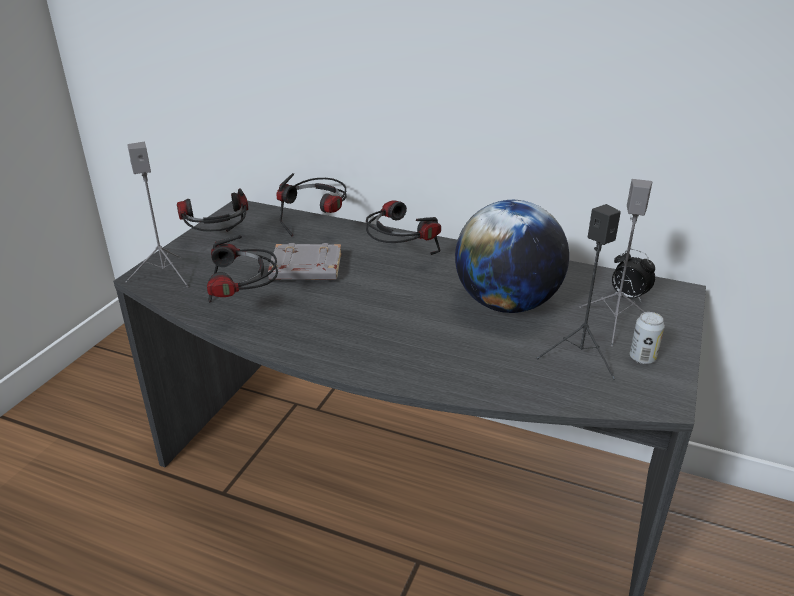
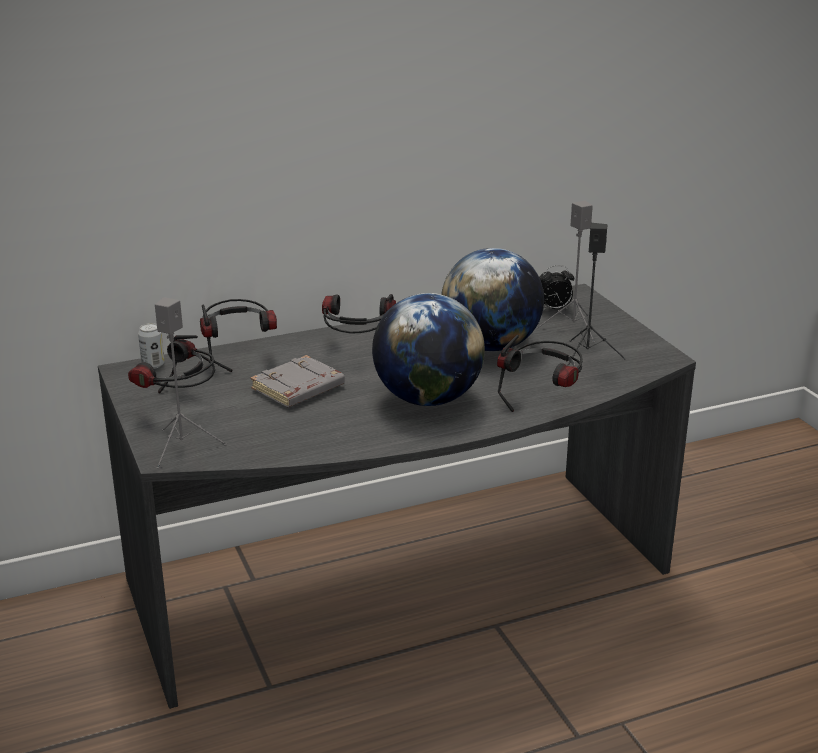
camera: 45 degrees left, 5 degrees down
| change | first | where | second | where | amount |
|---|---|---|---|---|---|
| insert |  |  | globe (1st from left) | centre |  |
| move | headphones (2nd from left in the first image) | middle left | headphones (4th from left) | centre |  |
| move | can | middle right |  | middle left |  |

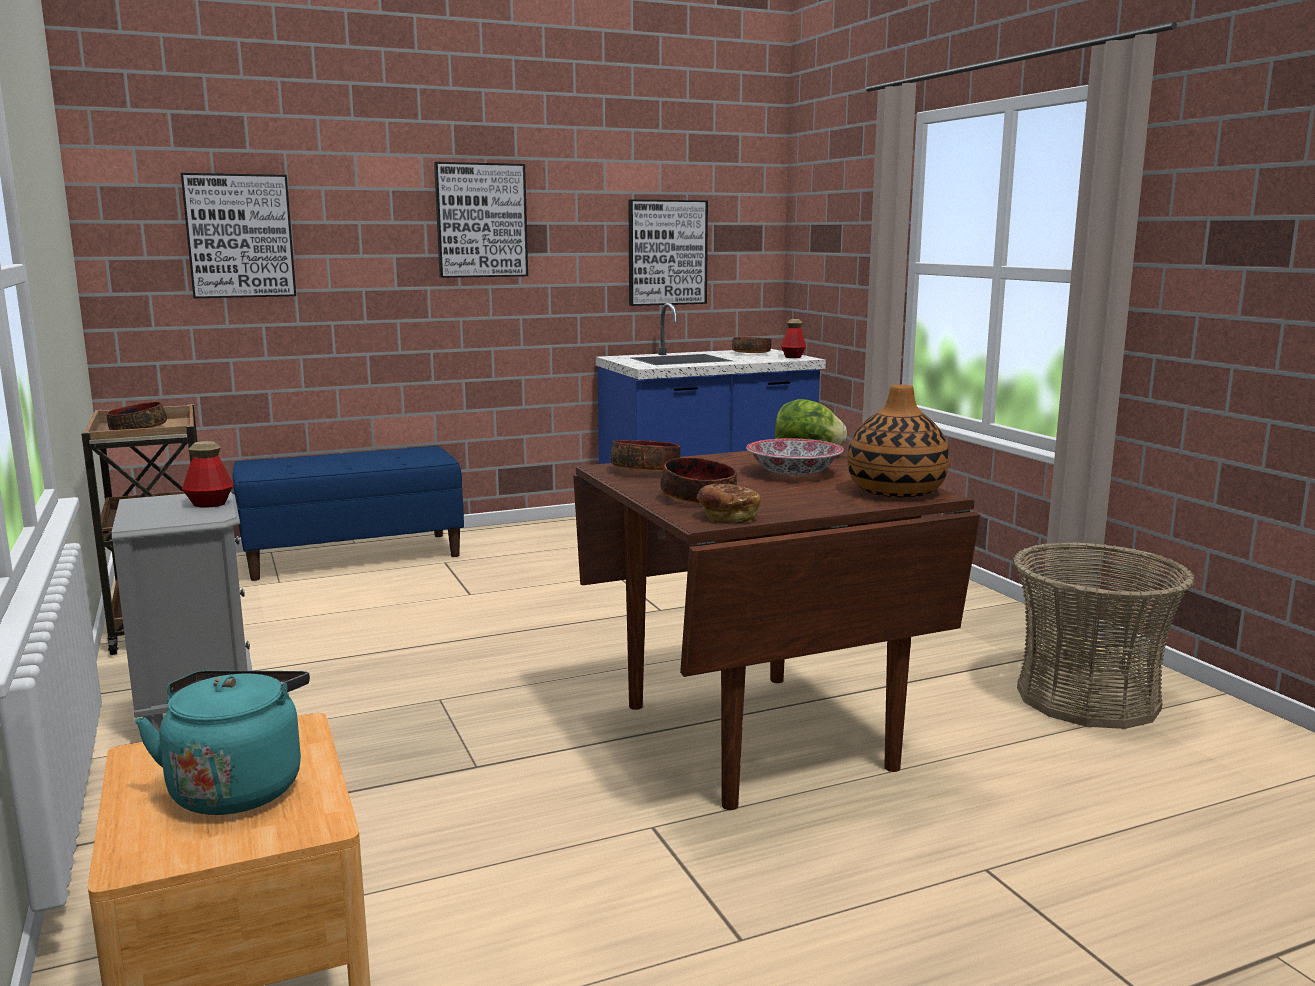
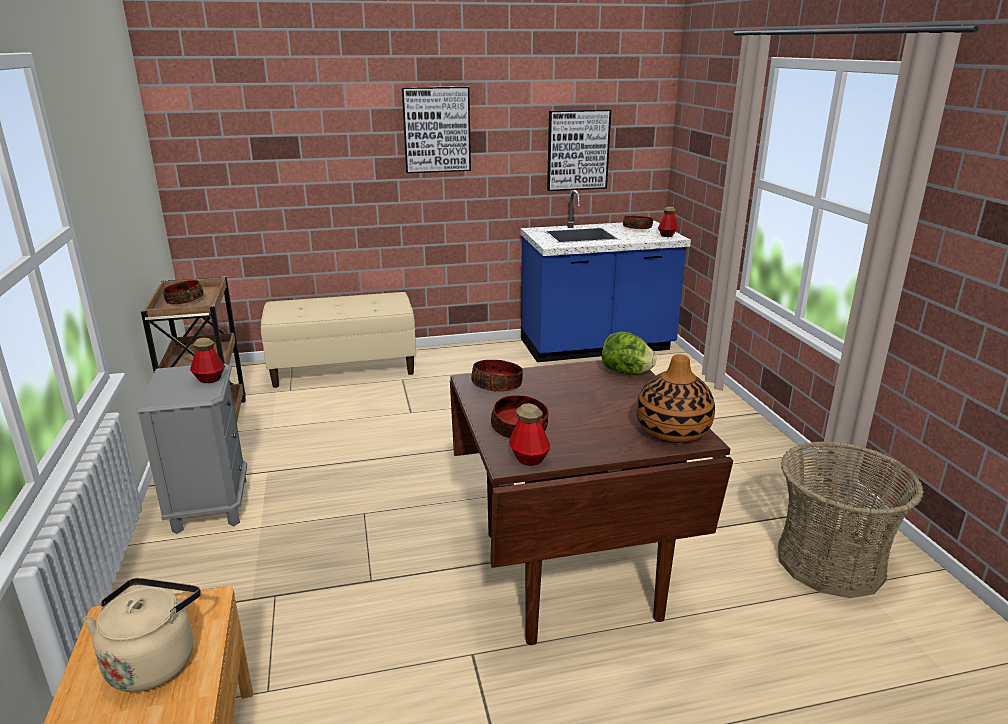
camera: 10 degrees right, 10 degrees up
| change | first | where | second | where | amount |
|---|---|---|---|---|---|
| delete | picture (1st from left) | top left |  |  |  |
| delete | bowl (5th from left) | centre |  |  |  |
| replace | bread | centre | bottle (2nd from left) | centre |  |
| recolor | kettle (turquoise) | bottom left | kettle (beige) | bottom left |  |
| recolor | bench (blue) | middle left | bench (beige) | centre |  |

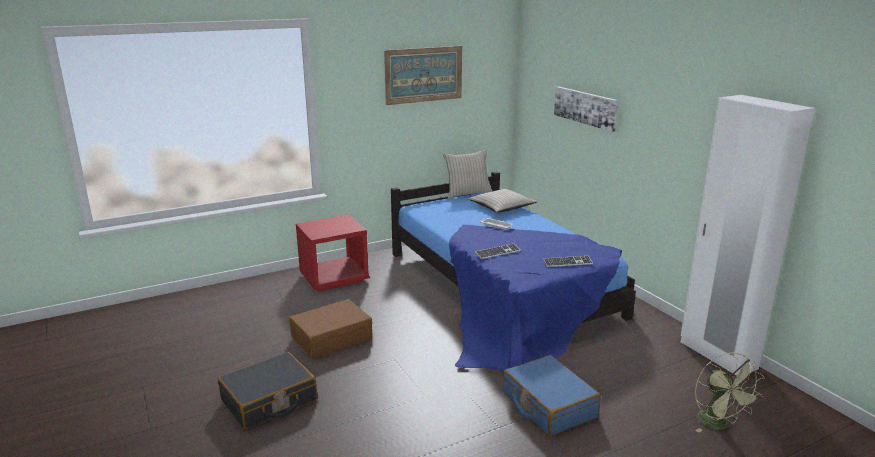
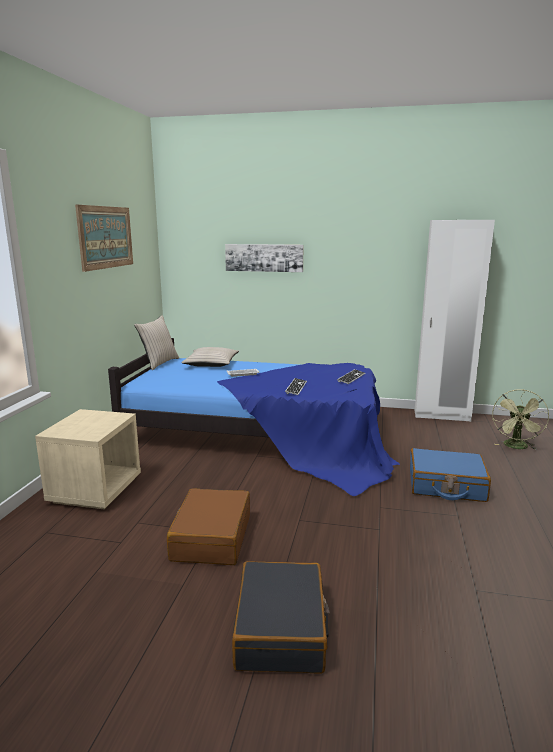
camera: 50 degrees left, 5 degrees down
| change | first | where | second | where | amount |
|---|---|---|---|---|---|
| recolor | nightstand (red) | centre | nightstand (beige) | middle left |  |
| rotate | fan (green) | bottom right |  | middle right | 90 degrees clockwise |

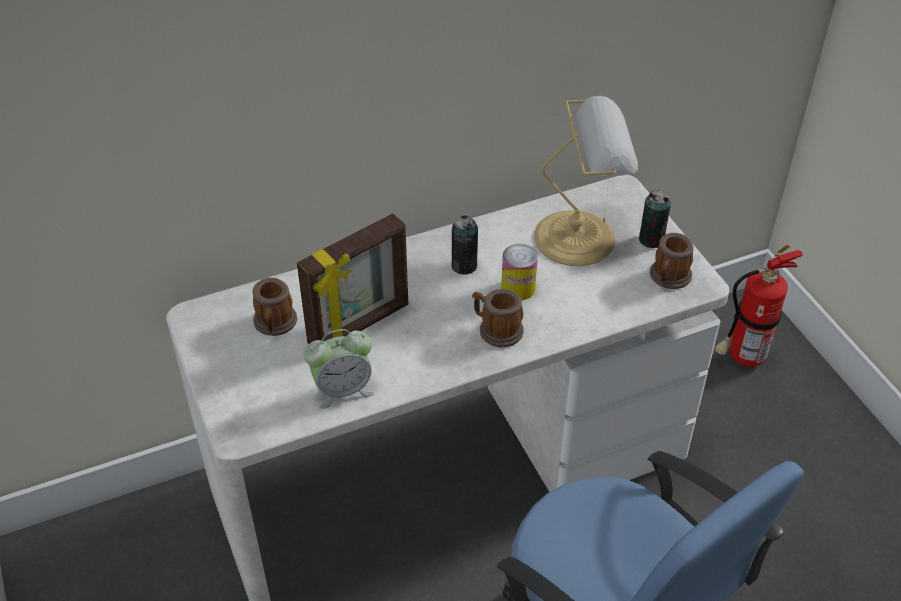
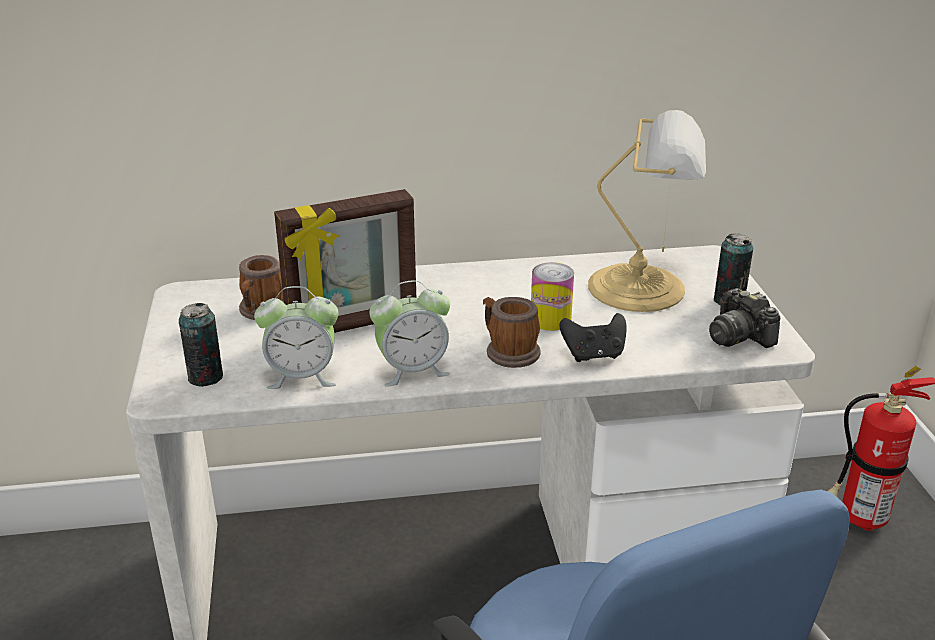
camera: 15 degrees right, 15 degrees down
| change | first | where | second | where | amount |
|---|---|---|---|---|---|
| insert |  |  | alarm clock (2nd from left) | centre |  |
| insert |  |  | game controller (black) | centre |  |
| move | can (1st from left) | centre |  | middle left |  |
| replace | mug (3rd from left) | middle right | photo camera | middle right |  |

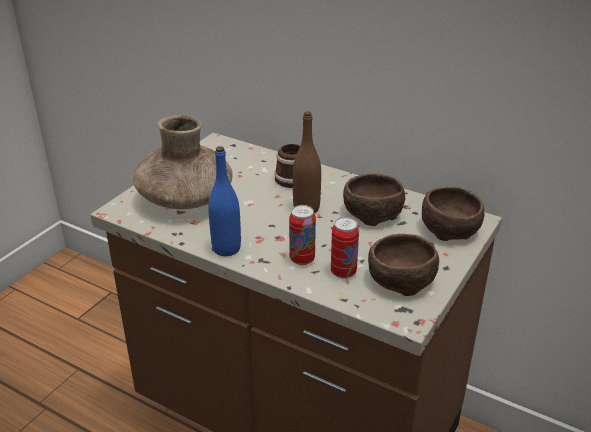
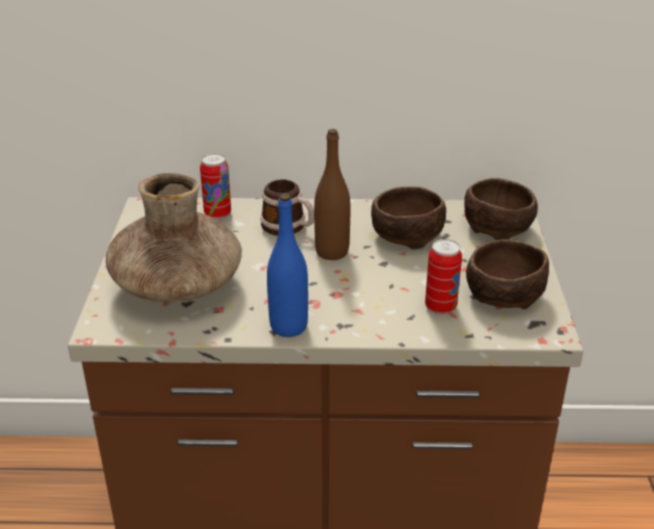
camera: 30 degrees left, 0 degrees up
| change | first | where | second | where | amount |
|---|---|---|---|---|---|
| move | can (1st from left) | centre |  | middle left |  |

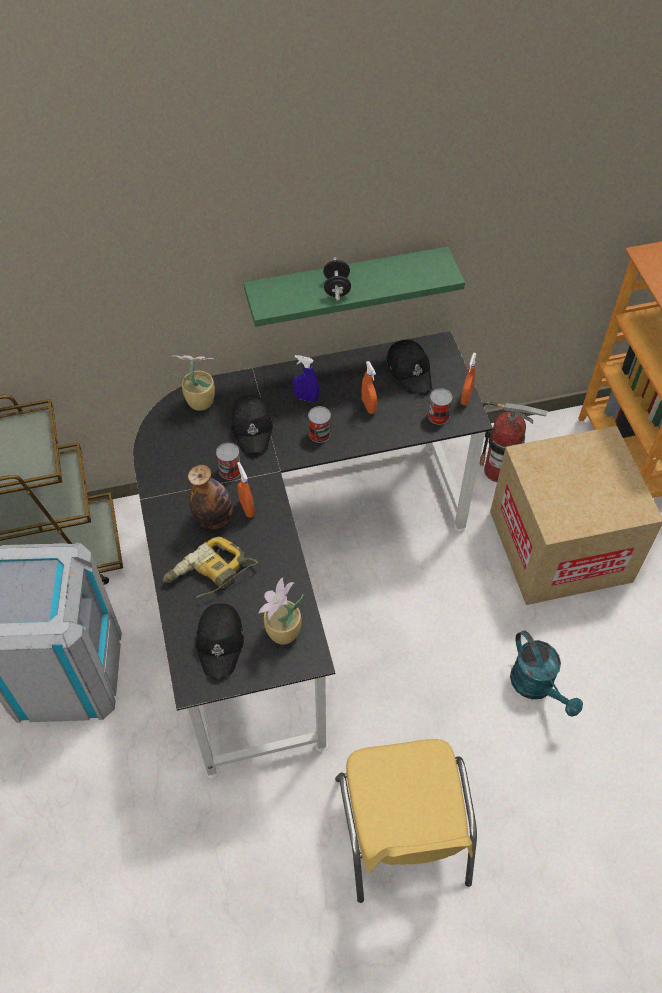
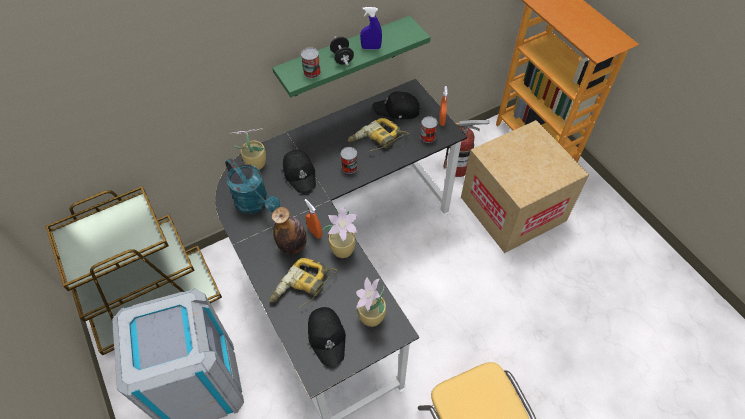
camera: 15 degrees left, 0 degrees up
| change | first | where | second | where | amount |
|---|---|---|---|---|---|
| insert |  |  | potted plant (2nd from left) | centre |  |
| move | can (1st from left) | centre |  | top centre |  |
| move | spray bottle (blue) | centre |  | top centre |  |
| move | watering can (turquoise) | bottom right |  | centre |  |
| replace | spray bottle (orange) (2nd from left) | centre | power drill (2nd from left) | top centre |  |
| rotate | cap (black) (3rd from left) | centre |  | top centre | 135 degrees clockwise |

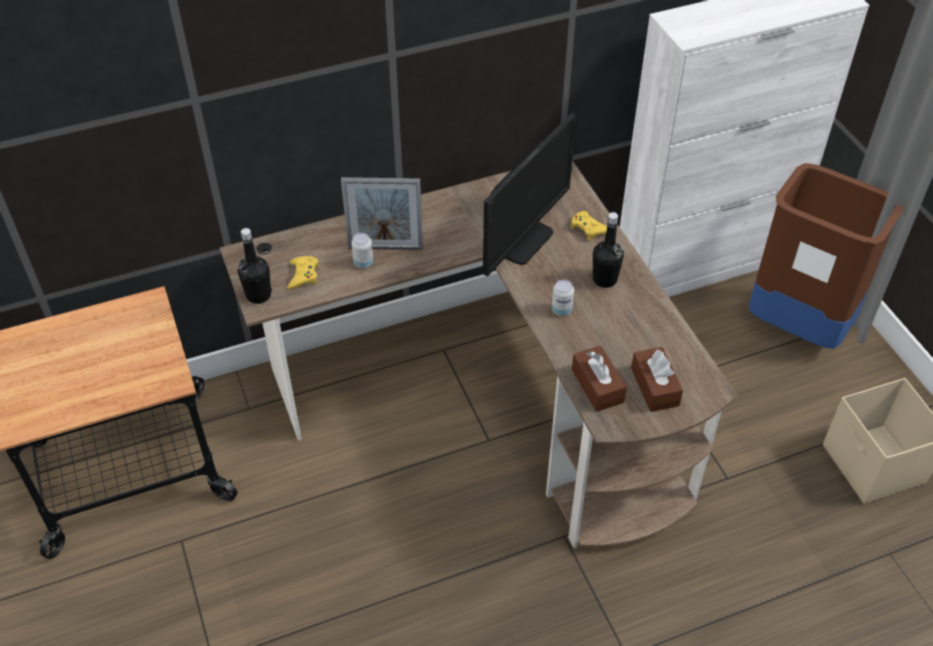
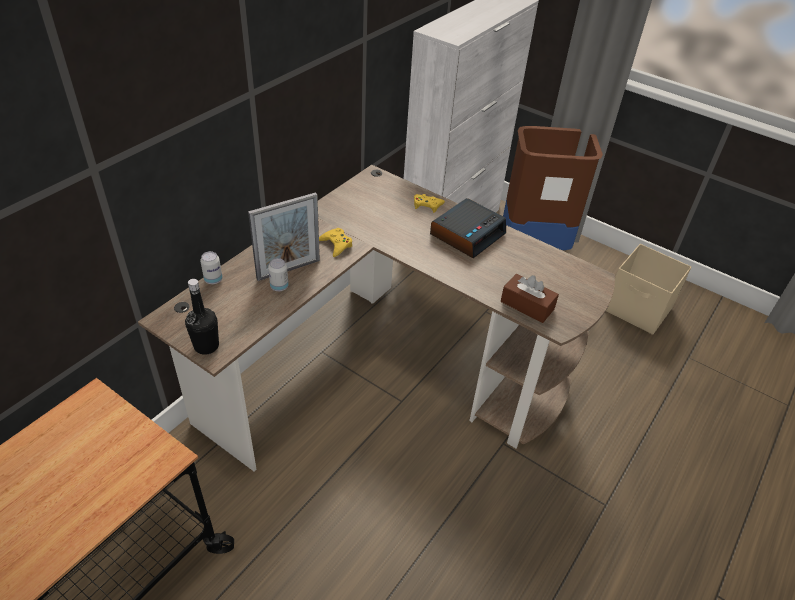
camera: 35 degrees left, 5 degrees down
| change | first | where | second | where | amount |
|---|---|---|---|---|---|
| delete | monitor | top centre |  |  |  |
| delete | tissue box (brown) (2nd from left) | middle right |  |  |  |
| move | game controller (yellow) (1st from left) | middle left |  | centre |  |
| move | can (2nd from left in the first image) | centre | can (1st from left) | middle left |  |
| replace | bottle (black) (2nd from left) | centre | alarm clock | centre |  |

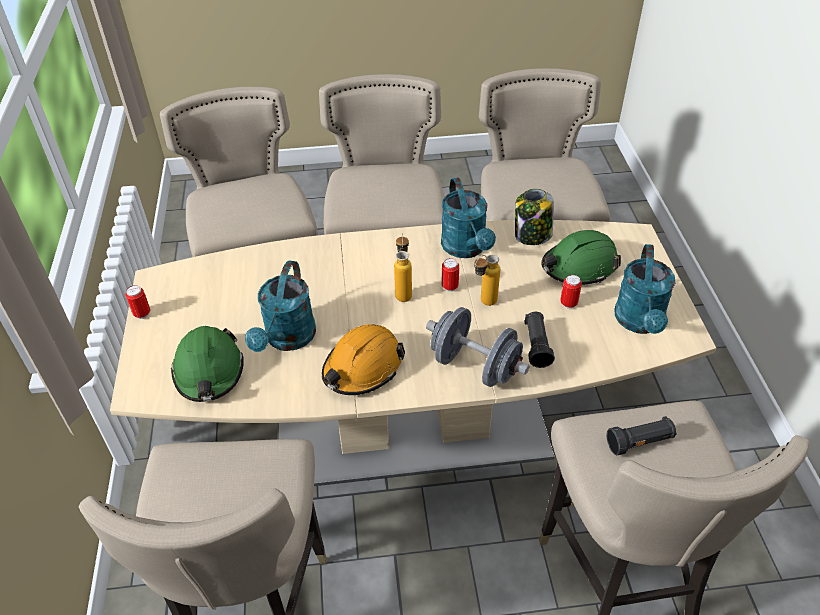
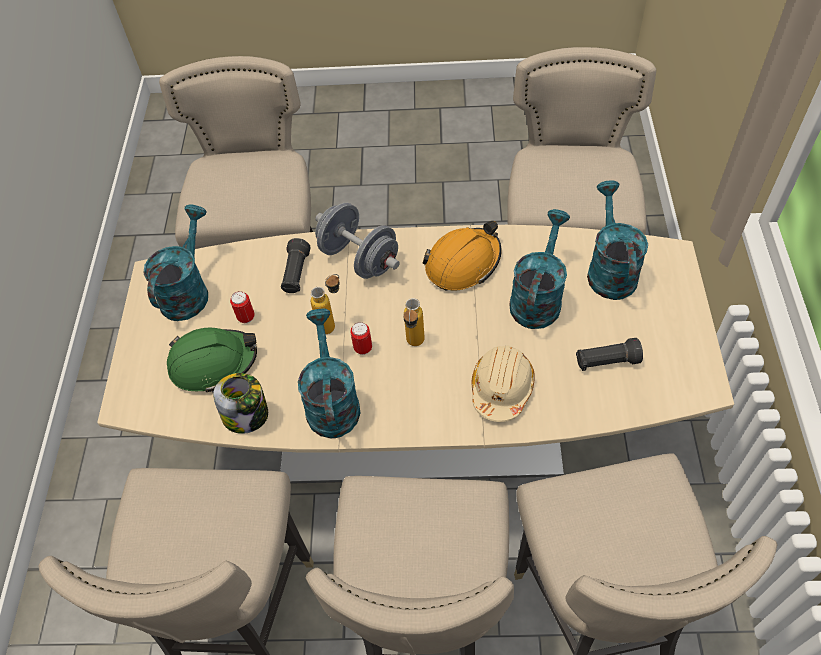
camera: 170 degrees left, 10 degrees up
| change | first | where | second | where | amount |
|---|---|---|---|---|---|
| delete | can (1st from left) | middle left |  |  |  |
| insert |  |  | hard hat (beige) | centre |  |
| move | flashlight (black) (2nd from left) | bottom right |  | middle right |  |
| replace | hard hat (green) (1st from left) | middle left | watering can (turquoise) (4th from left) | middle right |  |

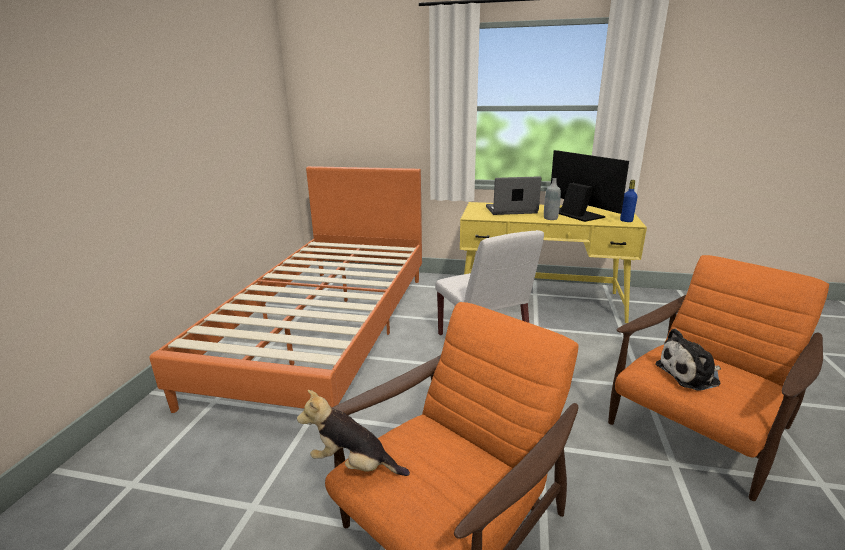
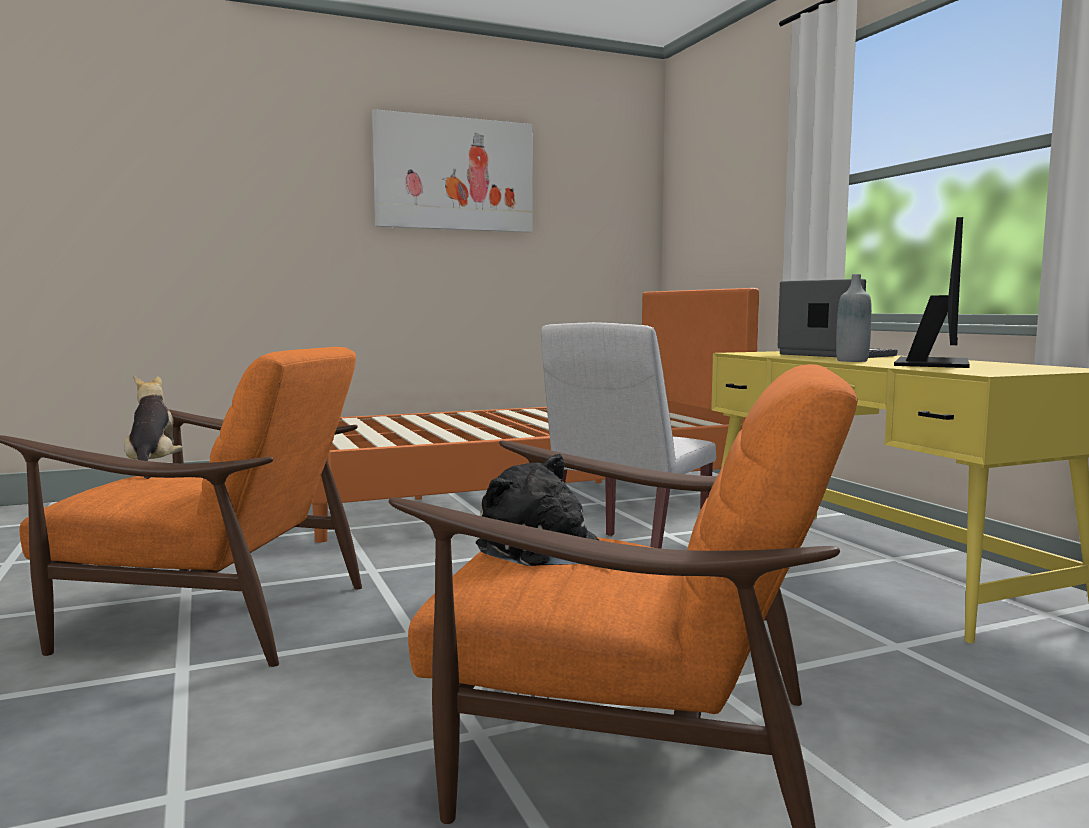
camera: 55 degrees right, 15 degrees down
| change | first | where | second | where | amount |
|---|---|---|---|---|---|
| delete | bottle (blue) | middle right |  |  |  |
| insert |  |  | picture | top centre |  |

